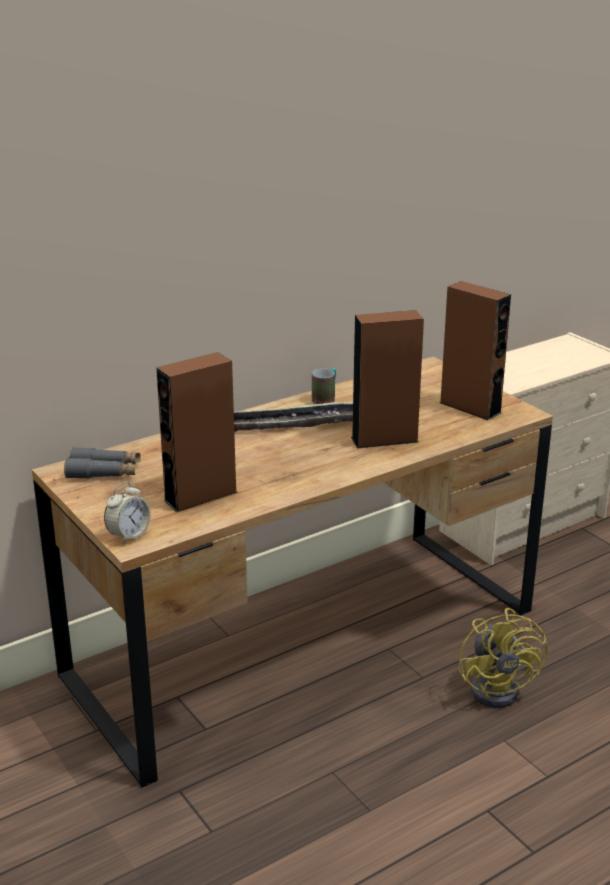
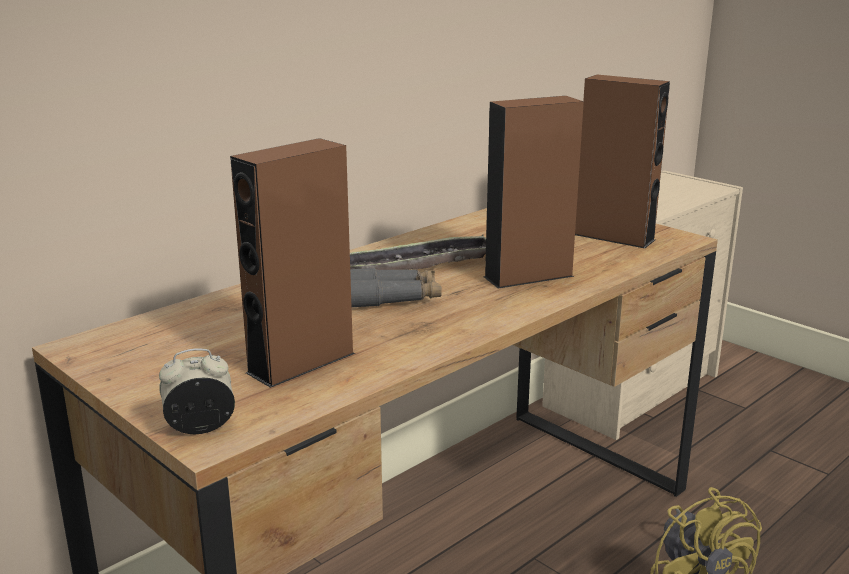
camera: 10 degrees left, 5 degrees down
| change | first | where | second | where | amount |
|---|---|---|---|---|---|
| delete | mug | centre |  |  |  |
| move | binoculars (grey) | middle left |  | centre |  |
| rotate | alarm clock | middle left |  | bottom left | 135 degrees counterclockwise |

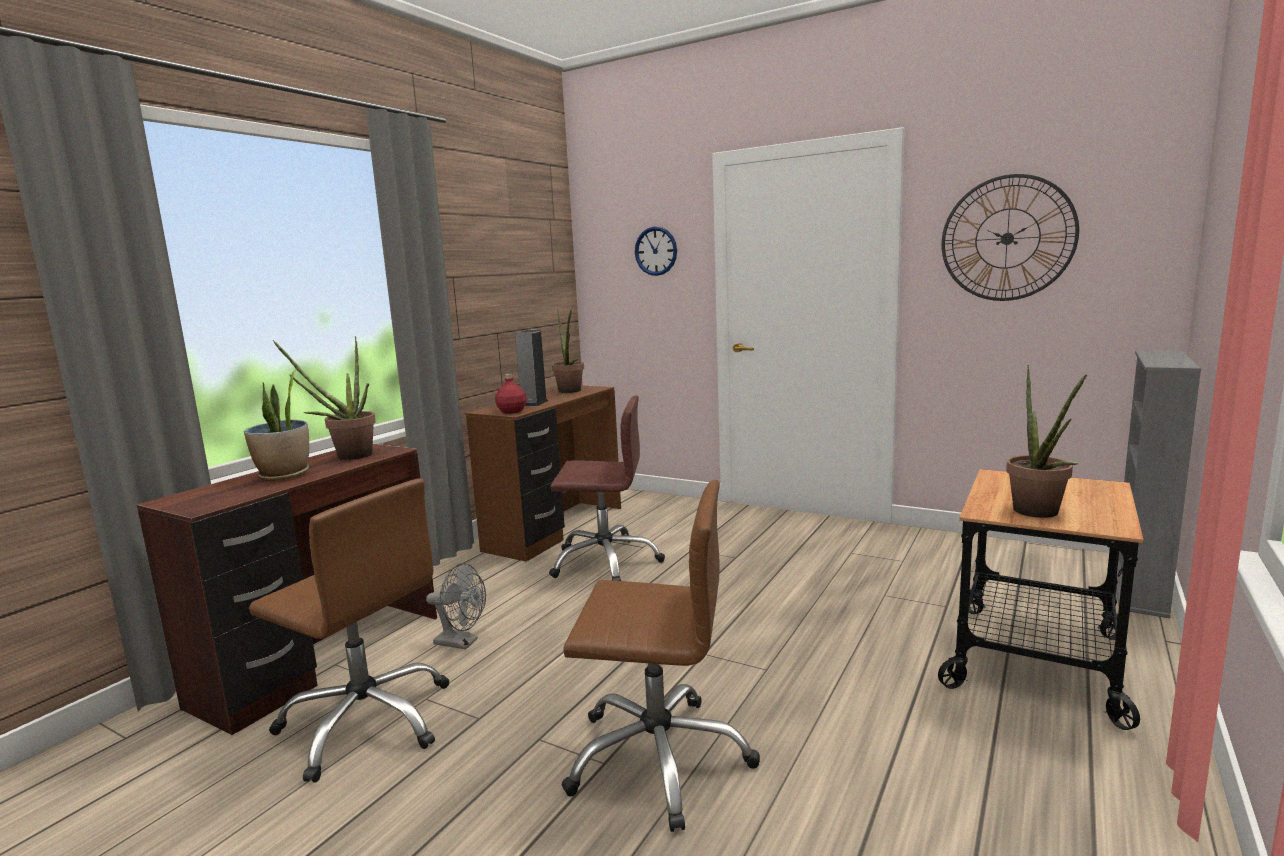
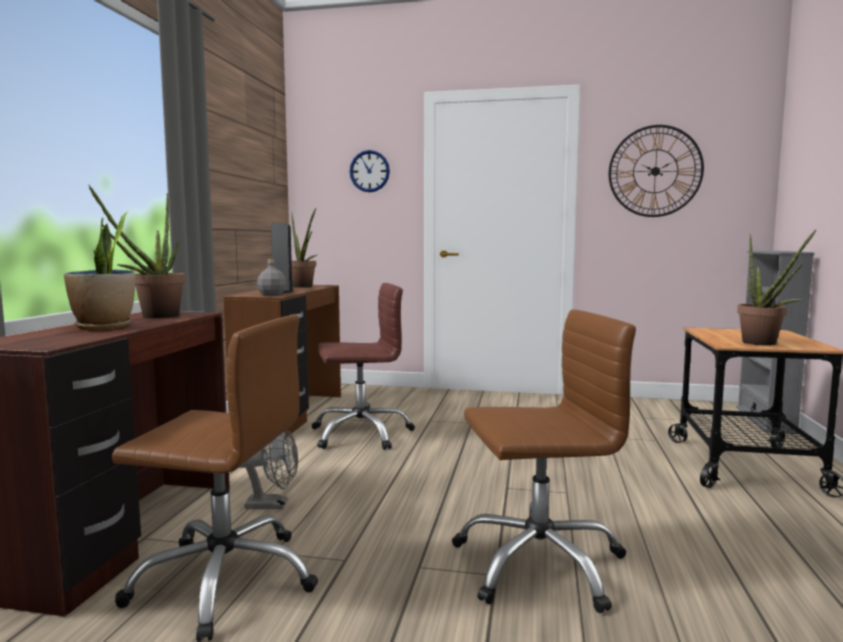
camera: 20 degrees left, 5 degrees down
| change | first | where | second | where | amount |
|---|---|---|---|---|---|
| recolor | bottle (red) | centre | bottle (grey) | middle left |  |

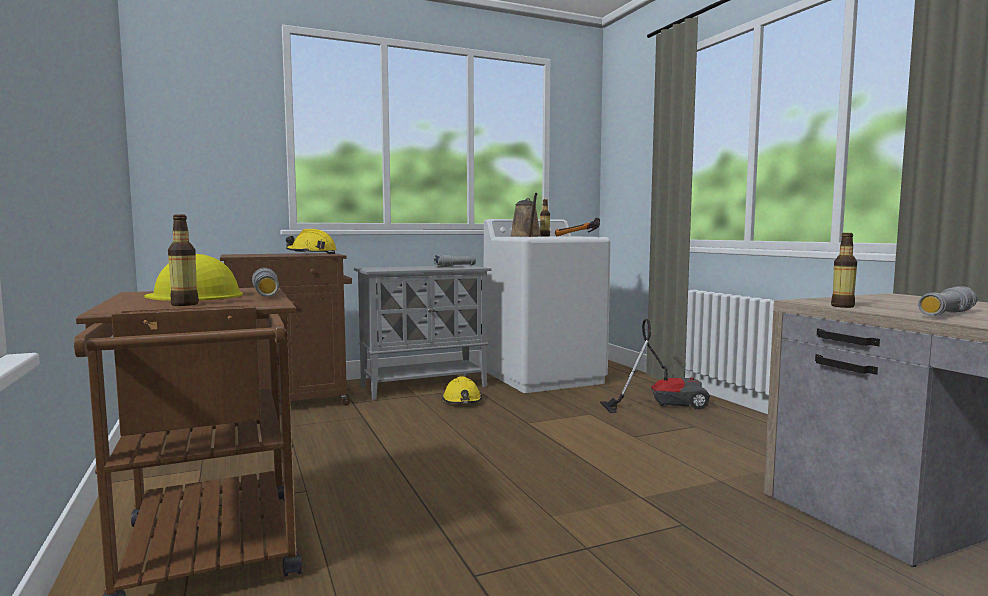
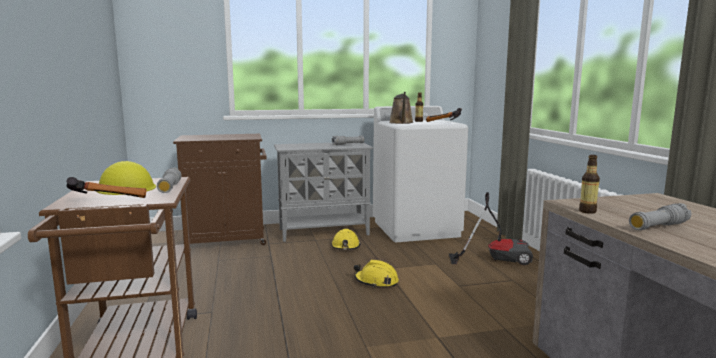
camera: 10 degrees right, 5 degrees up
| change | first | where | second | where | amount |
|---|---|---|---|---|---|
| move | hard hat (yellow) (2nd from left in the first image) | middle left | hard hat (yellow) (3rd from left) | bottom centre |  |
| replace | bottle (1st from left) | middle left | hammer (1st from left) | middle left |  |

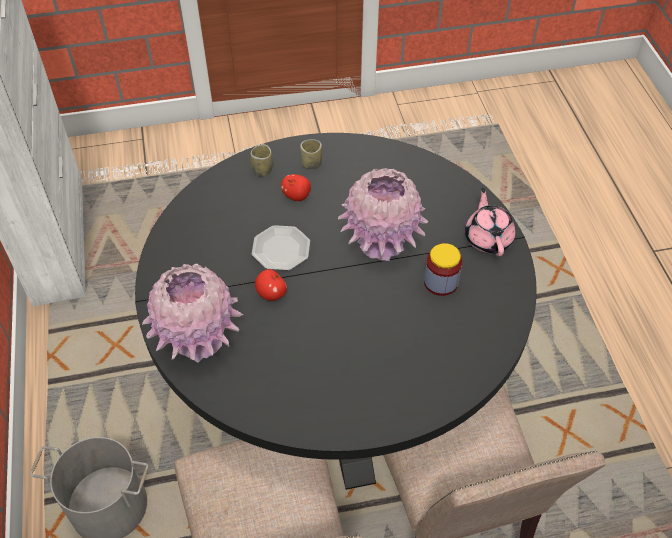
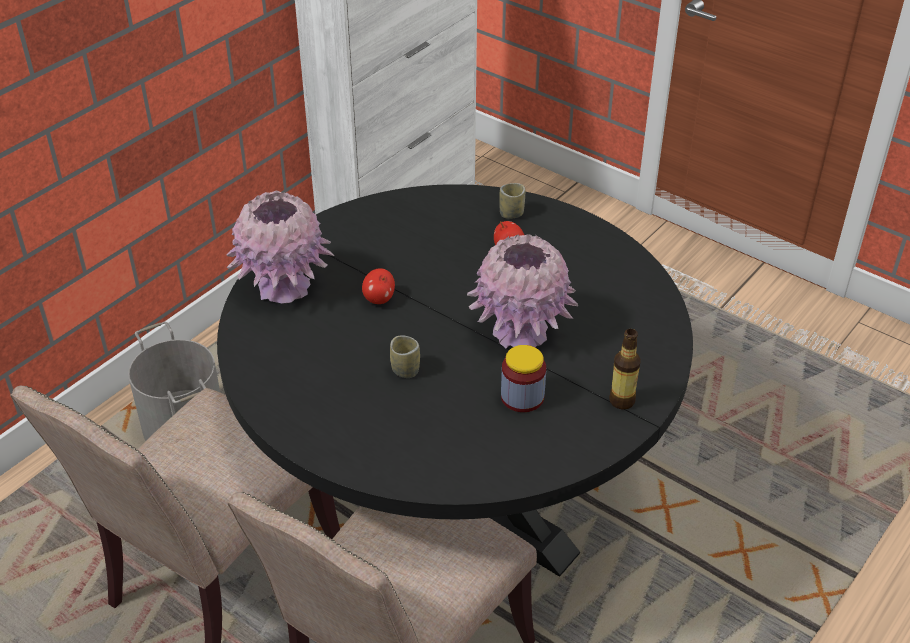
camera: 50 degrees right, 10 degrees down
| change | first | where | second | where | amount |
|---|---|---|---|---|---|
| delete | plate | centre |  |  |  |
| move | cup (2nd from left in the first image) | top centre | cup (1st from left) | centre |  |
| replace | teapot (pink) | middle right | bottle | middle right |  |

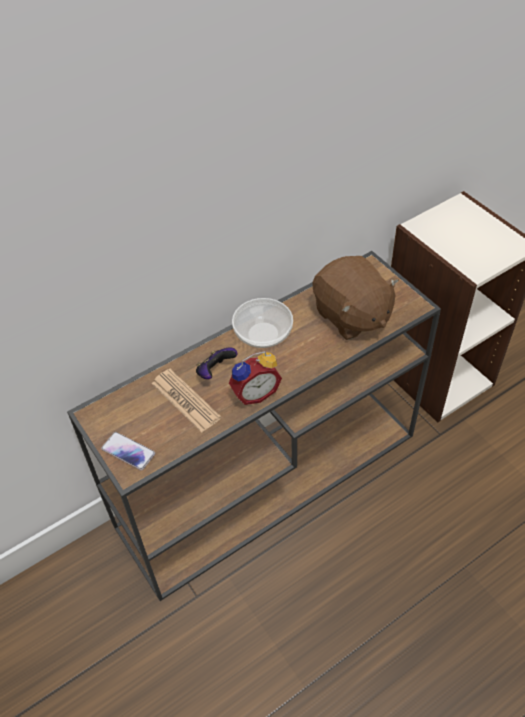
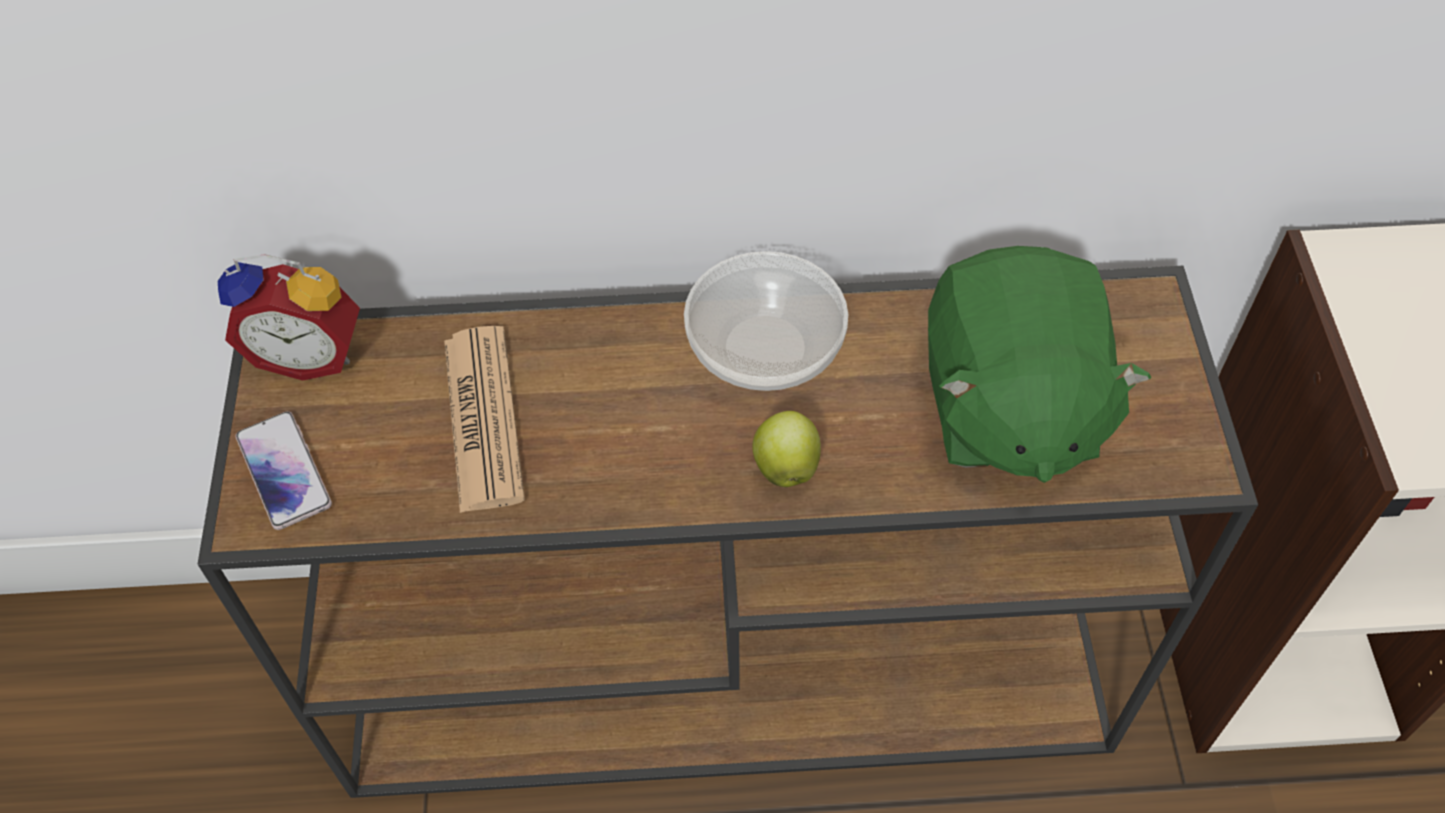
camera: 30 degrees right, 5 degrees up
| change | first | where | second | where | amount |
|---|---|---|---|---|---|
| delete | game controller | centre |  |  |  |
| insert |  |  | apple | centre |  |
| move | alarm clock | centre |  | middle left |  |
| recolor | plush toy (brown) | middle right | plush toy (green) | middle right |  |

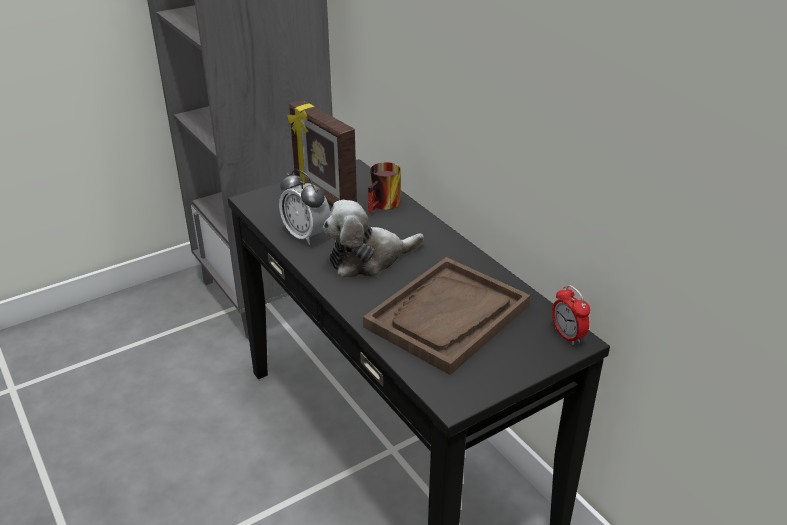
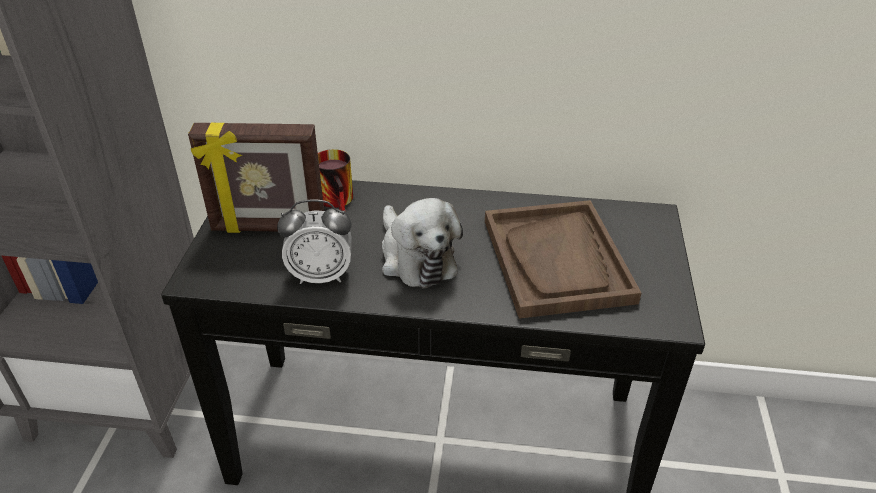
camera: 50 degrees left, 5 degrees up
| change | first | where | second | where | amount |
|---|---|---|---|---|---|
| delete | alarm clock (2nd from left) | middle right |  |  |  |
| rotate | plush toy | centre |  | centre | 45 degrees counterclockwise |

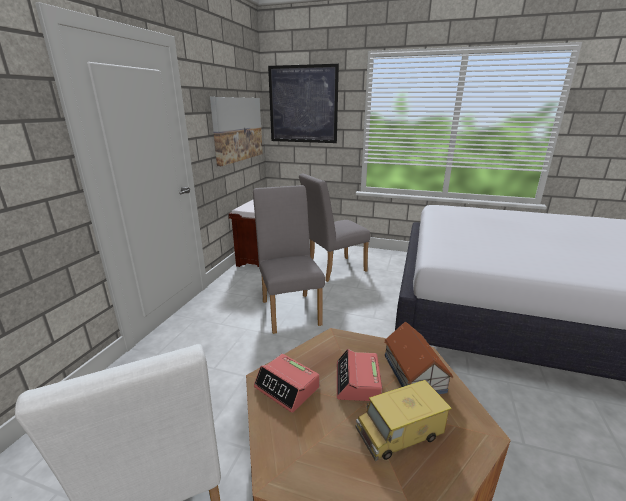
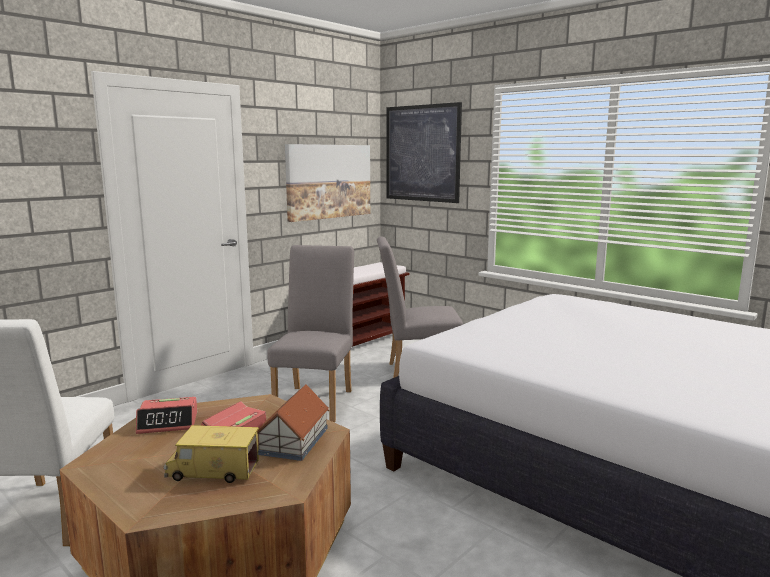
camera: 25 degrees right, 10 degrees down
| change | first | where | second | where | amount |
|---|---|---|---|---|---|
| rotate | alarm clock (1st from left) | bottom centre |  | bottom left | 75 degrees counterclockwise |

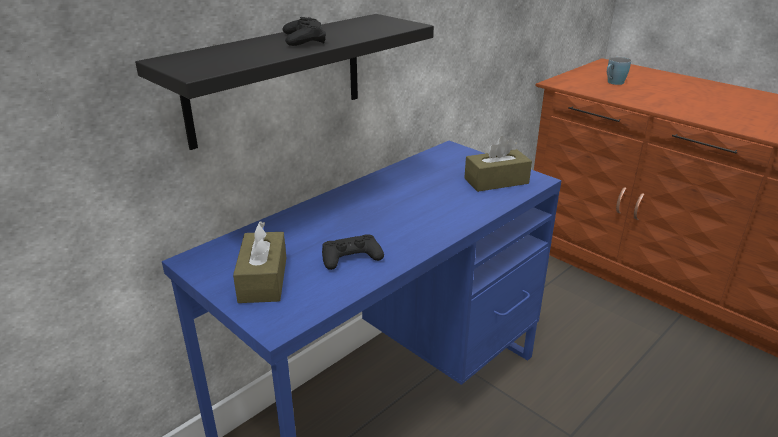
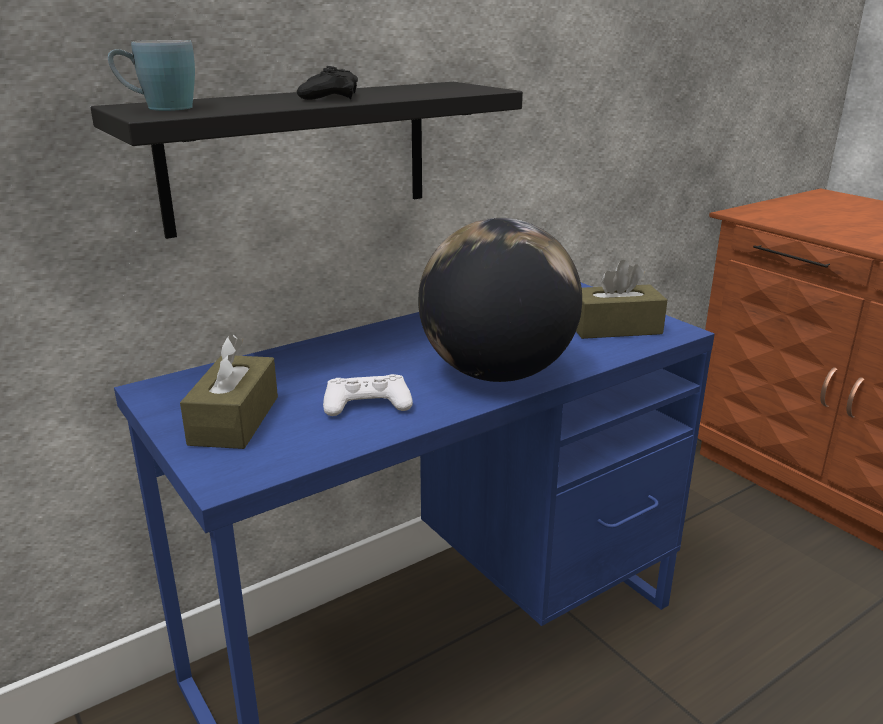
camera: 10 degrees right, 5 degrees down
| change | first | where | second | where | amount |
|---|---|---|---|---|---|
| insert |  |  | globe | centre |  |
| move | mug (blue) | top right |  | top left |  |
| recolor | game controller (black) (2nd from left) | centre | game controller (white) | centre |  |

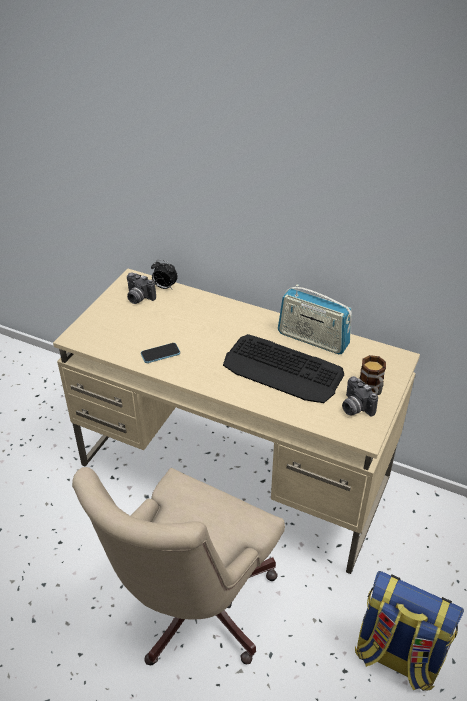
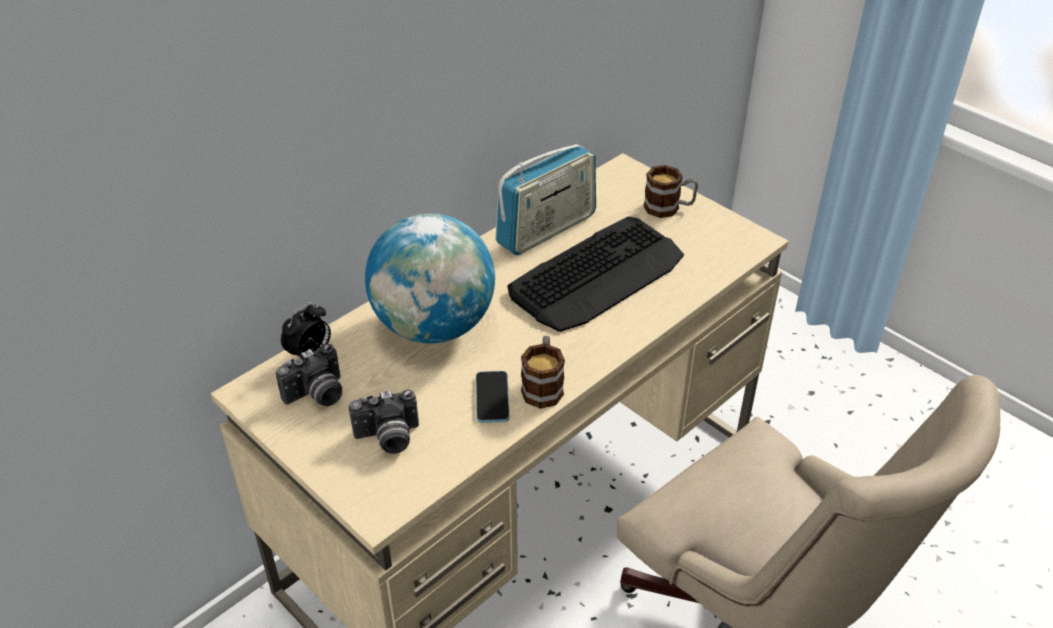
camera: 70 degrees left, 0 degrees up
| change | first | where | second | where | amount |
|---|---|---|---|---|---|
| delete | backpack | bottom right |  |  |  |
| insert |  |  | globe | centre |  |
| insert |  |  | mug (1st from left) | centre |  |
| move | photo camera (2nd from left) | middle right |  | bottom centre |  |

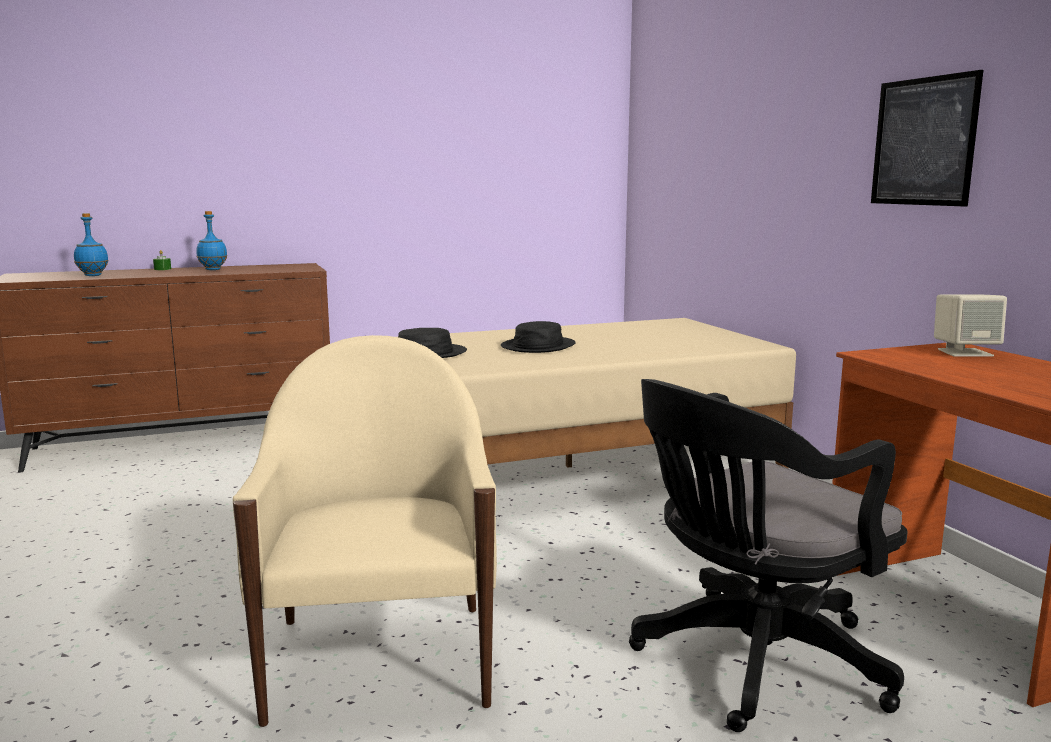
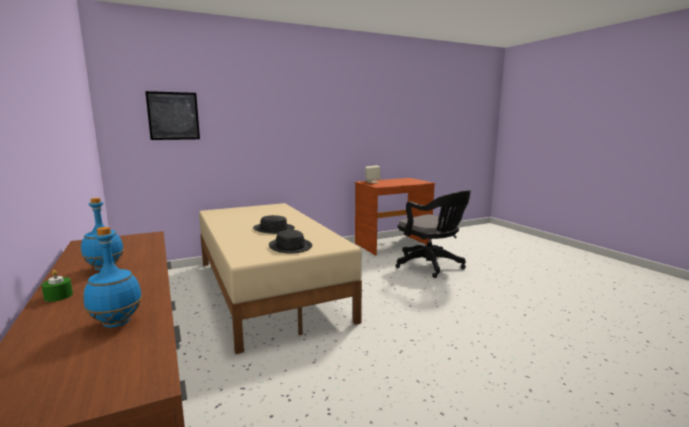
camera: 95 degrees left, 0 degrees up
| change | first | where | second | where | amount |
|---|---|---|---|---|---|
| delete | armchair (beige) | bottom centre |  |  |  |
| move | picture | top right |  | top left |  |

